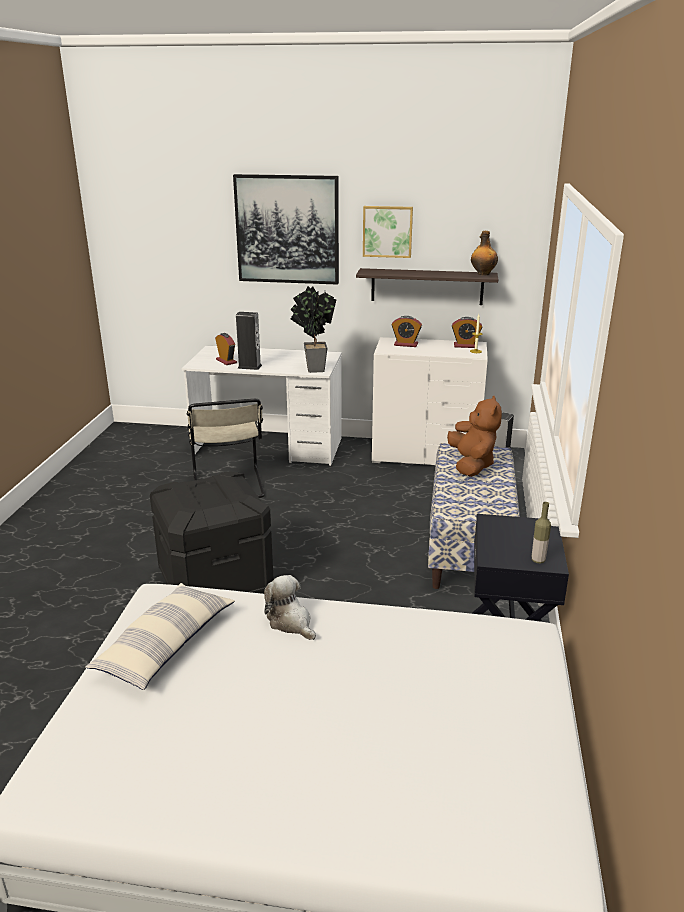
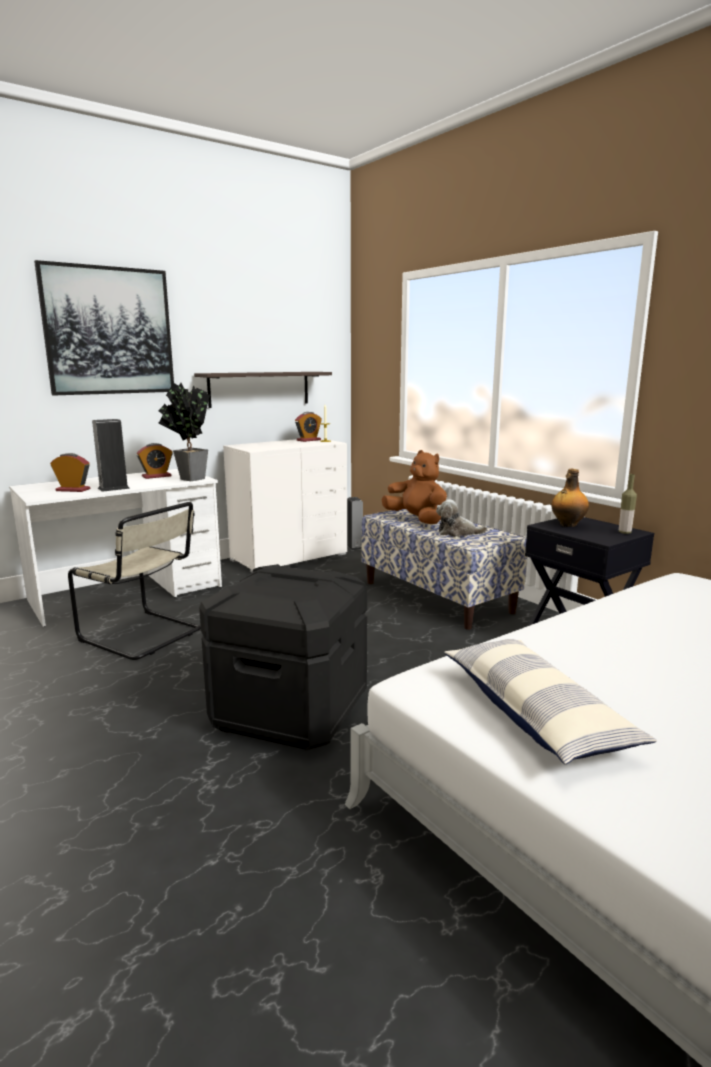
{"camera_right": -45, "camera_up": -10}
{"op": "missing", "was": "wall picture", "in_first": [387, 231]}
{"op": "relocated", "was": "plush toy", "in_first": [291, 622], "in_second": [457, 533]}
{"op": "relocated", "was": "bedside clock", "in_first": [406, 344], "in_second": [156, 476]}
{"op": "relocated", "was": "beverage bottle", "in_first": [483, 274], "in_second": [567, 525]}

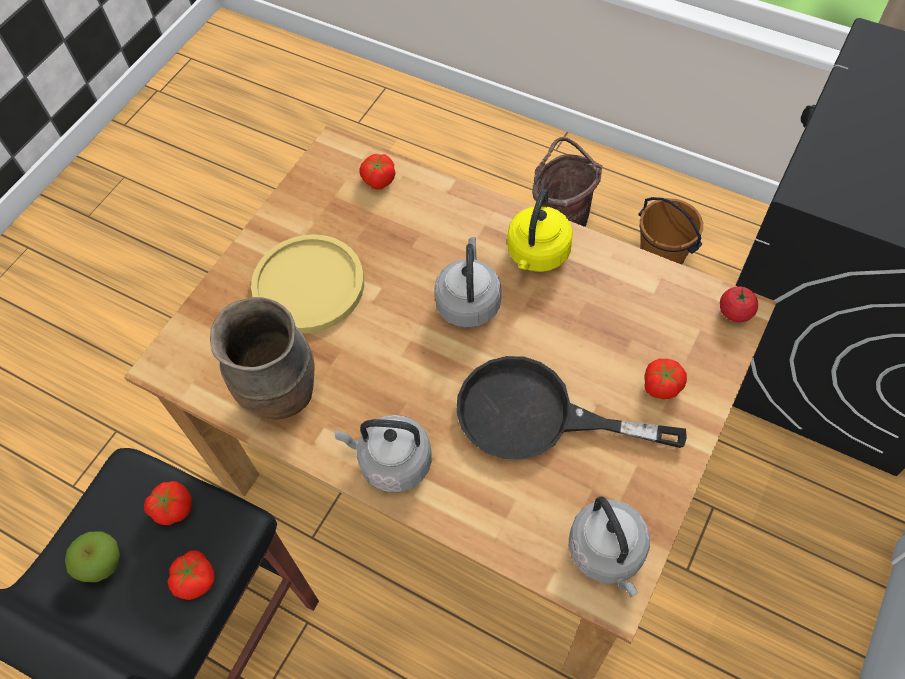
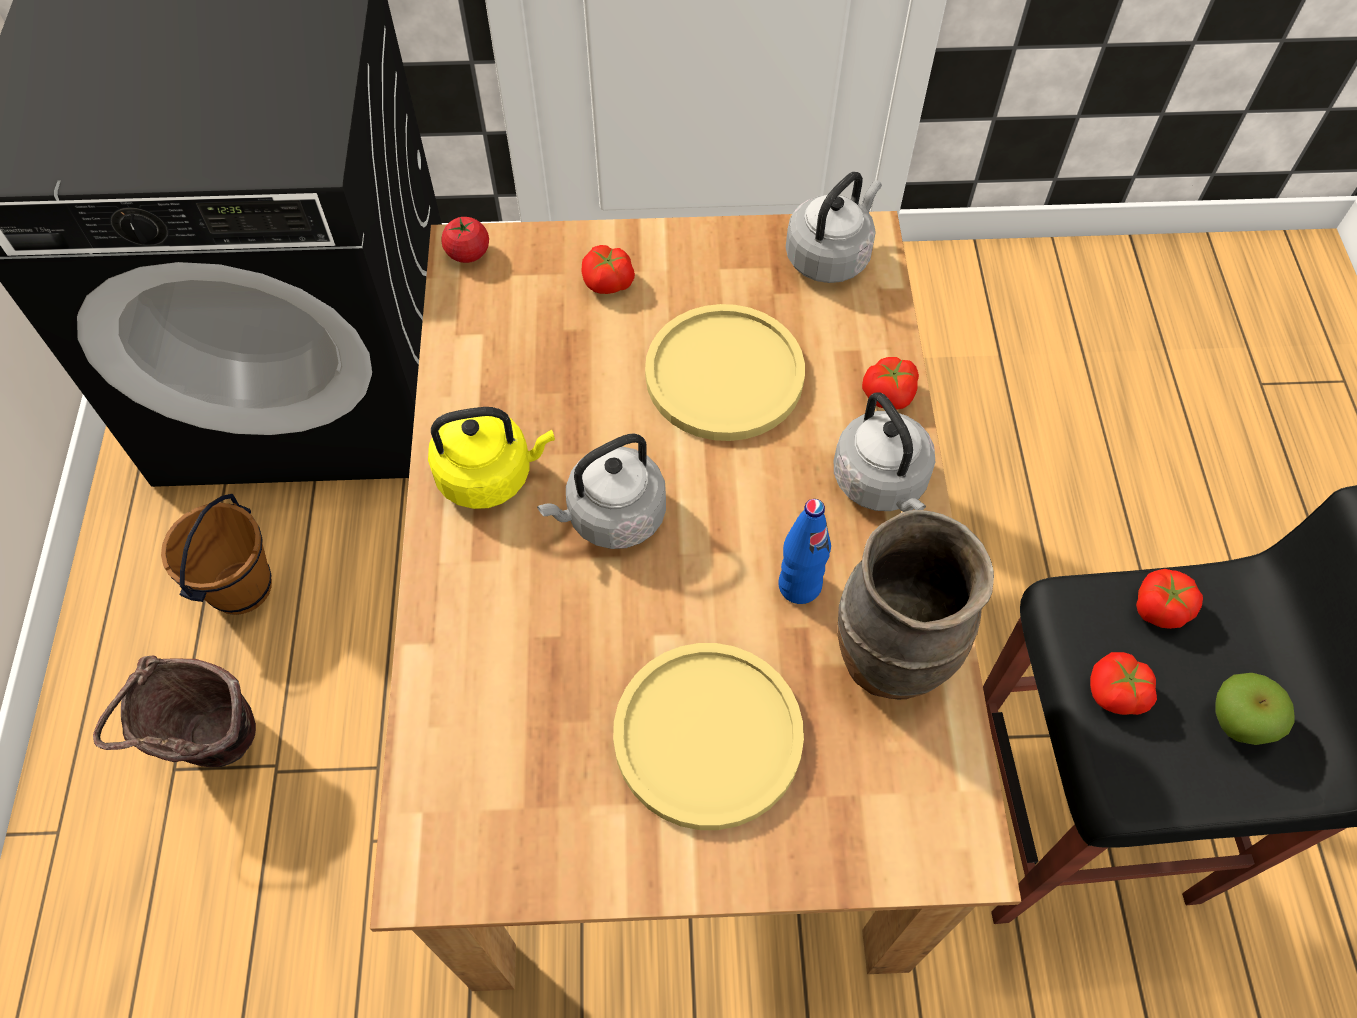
{"camera_right": -125, "camera_up": 0}
{"op": "appeared", "now": "blue beverage bottle", "in_second": [799, 585]}
{"op": "relocated", "was": "fresh tomato", "in_first": [378, 179], "in_second": [889, 395]}
{"op": "exchanged", "was": "blackish frying pan", "now": "yellow plate", "in_first": [536, 416], "in_second": [724, 374]}

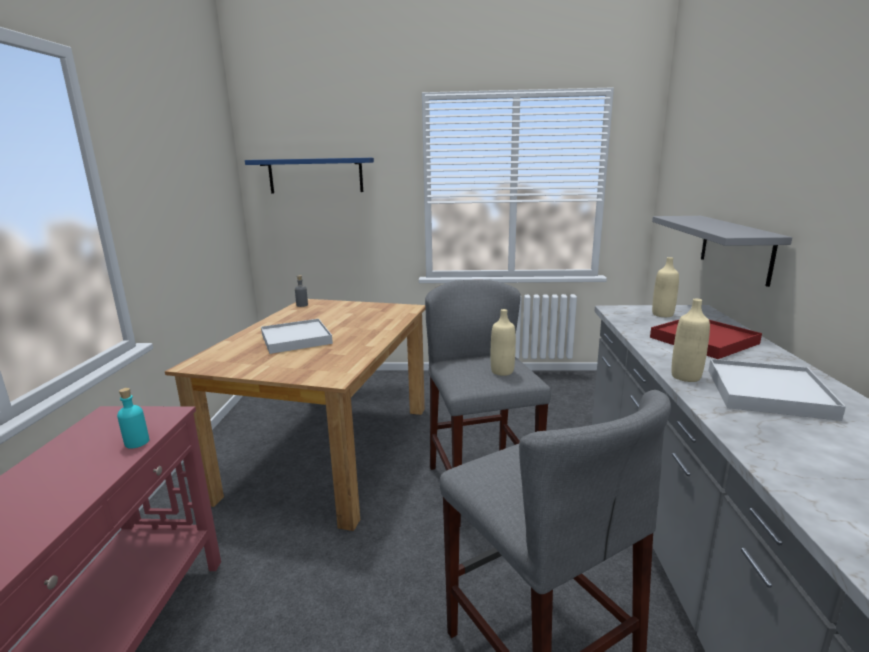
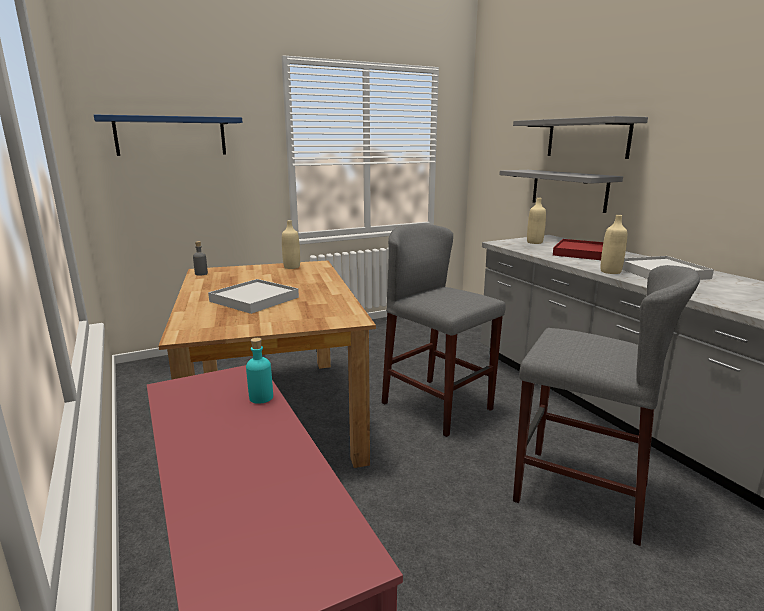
{"camera_right": -30, "camera_up": 0}
{"op": "appeared", "now": "gray shelf", "in_second": [587, 138]}
{"op": "relocated", "was": "beige-coloured beverage bottle", "in_first": [502, 371], "in_second": [291, 267]}

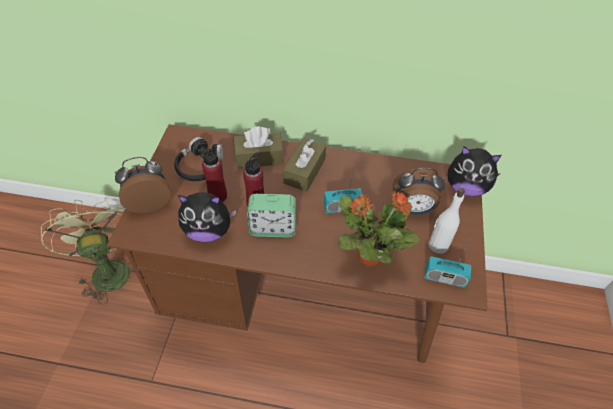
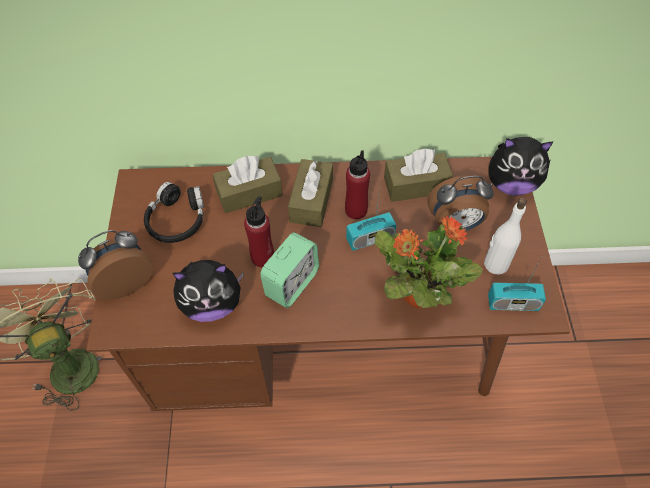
{"camera_right": -10, "camera_up": 5}
{"op": "appeared", "now": "brown-coloured tissue holder", "in_second": [416, 185]}
{"op": "relocated", "was": "reddish beverage bottle", "in_first": [217, 196], "in_second": [356, 210]}
{"op": "spun", "was": "bedside clock", "in_first": [273, 228], "in_second": [292, 283], "clockwise": -45}

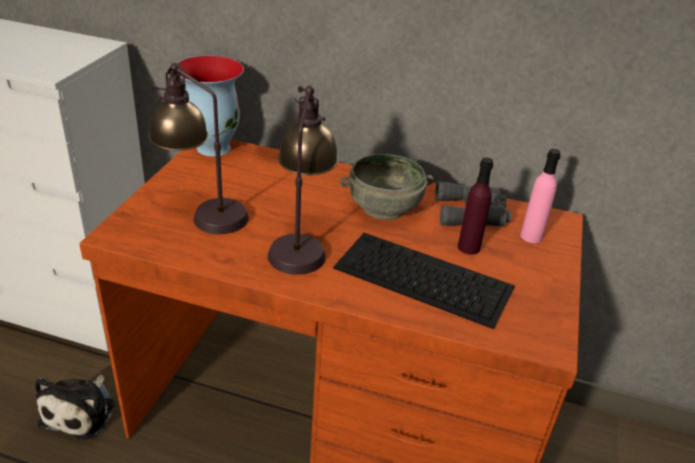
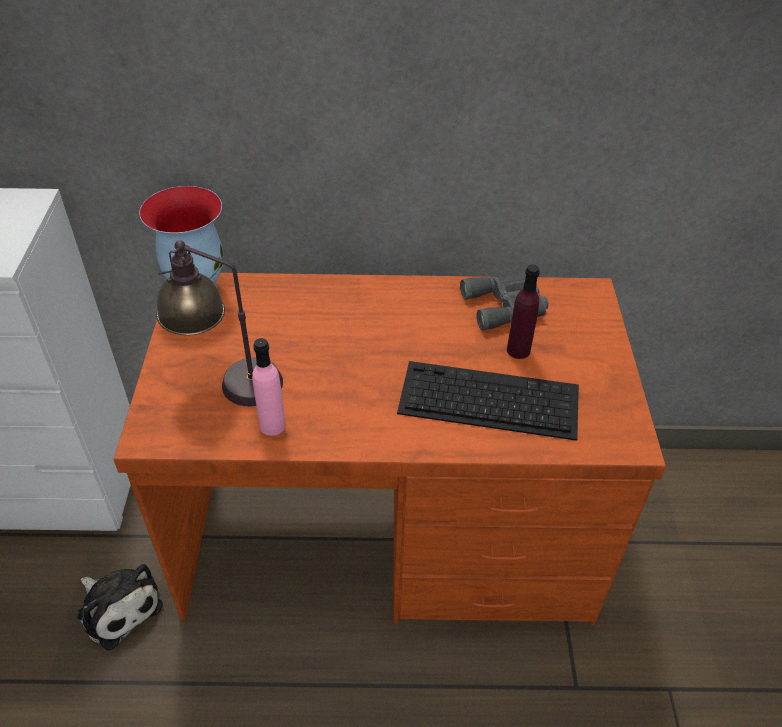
{"camera_right": -15, "camera_up": 10}
{"op": "missing", "was": "table lamp", "in_first": [300, 242]}
{"op": "missing", "was": "gray bowl", "in_first": [384, 209]}
{"op": "relocated", "was": "pink-coloured beverage bottle", "in_first": [531, 236], "in_second": [272, 425]}
{"op": "spun", "was": "plush toy", "in_first": [81, 411], "in_second": [118, 607], "clockwise": -45}

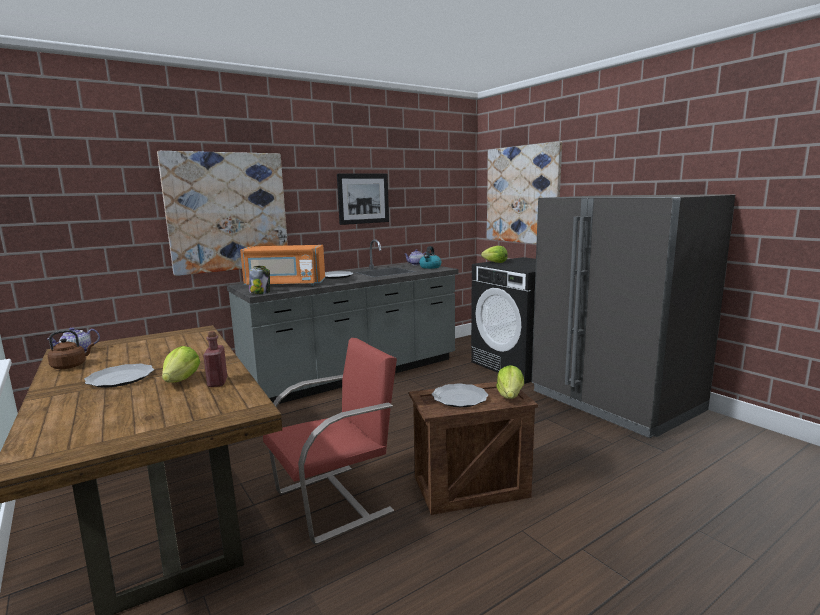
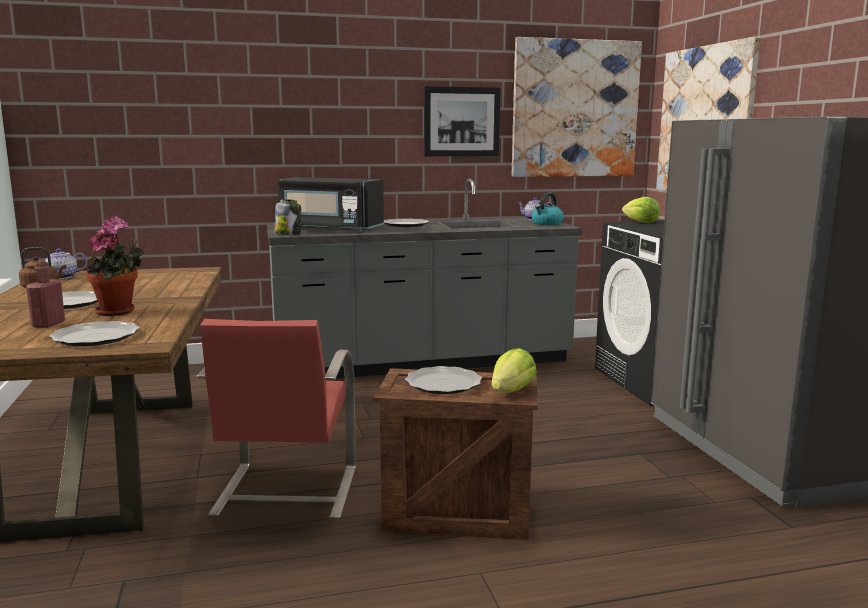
{"camera_right": 20, "camera_up": 0}
{"op": "appeared", "now": "plate", "in_second": [95, 337]}
{"op": "relocated", "was": "wall picture", "in_first": [228, 212], "in_second": [575, 109]}
{"op": "relocated", "was": "reddish beverage bottle", "in_first": [217, 382], "in_second": [48, 324]}
{"op": "exchanged", "was": "head of lettuce", "now": "potted plant", "in_first": [181, 380], "in_second": [119, 311]}
{"op": "colour", "was": "orange-coloured microwave oven", "now": "blackish microwave oven", "in_first": [285, 284], "in_second": [330, 228]}
{"op": "spun", "was": "reddish plain chair", "in_first": [335, 501], "in_second": [285, 492], "clockwise": 105}

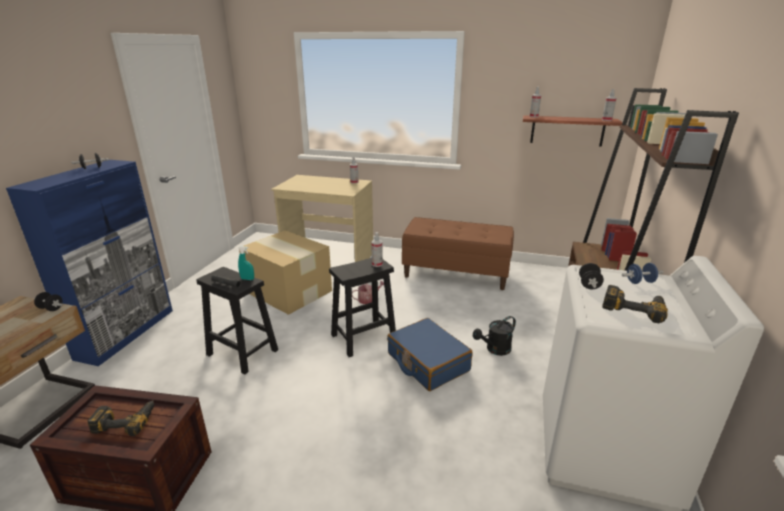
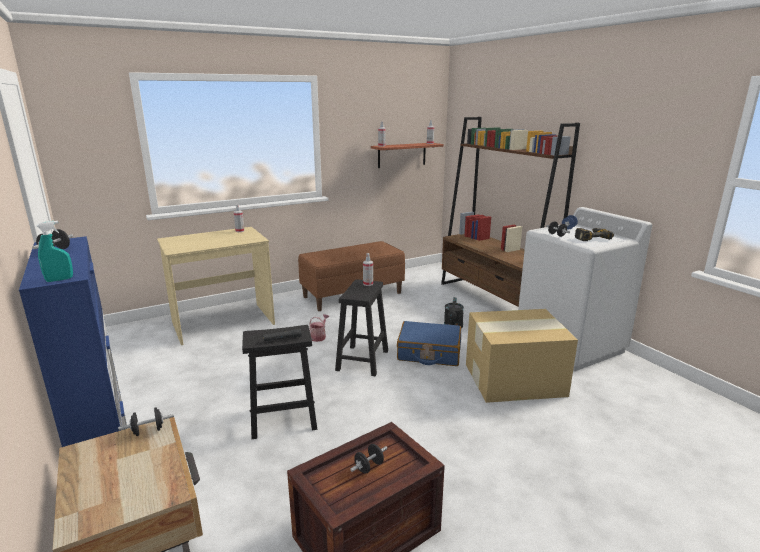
{"camera_right": -45, "camera_up": -5}
{"op": "relocated", "was": "turquoise hand sprayer", "in_first": [247, 279], "in_second": [59, 280]}
{"op": "relocated", "was": "cardboard box", "in_first": [288, 291], "in_second": [512, 379]}
{"op": "exchanged", "was": "drill", "now": "blackish hand weight", "in_first": [126, 420], "in_second": [369, 467]}

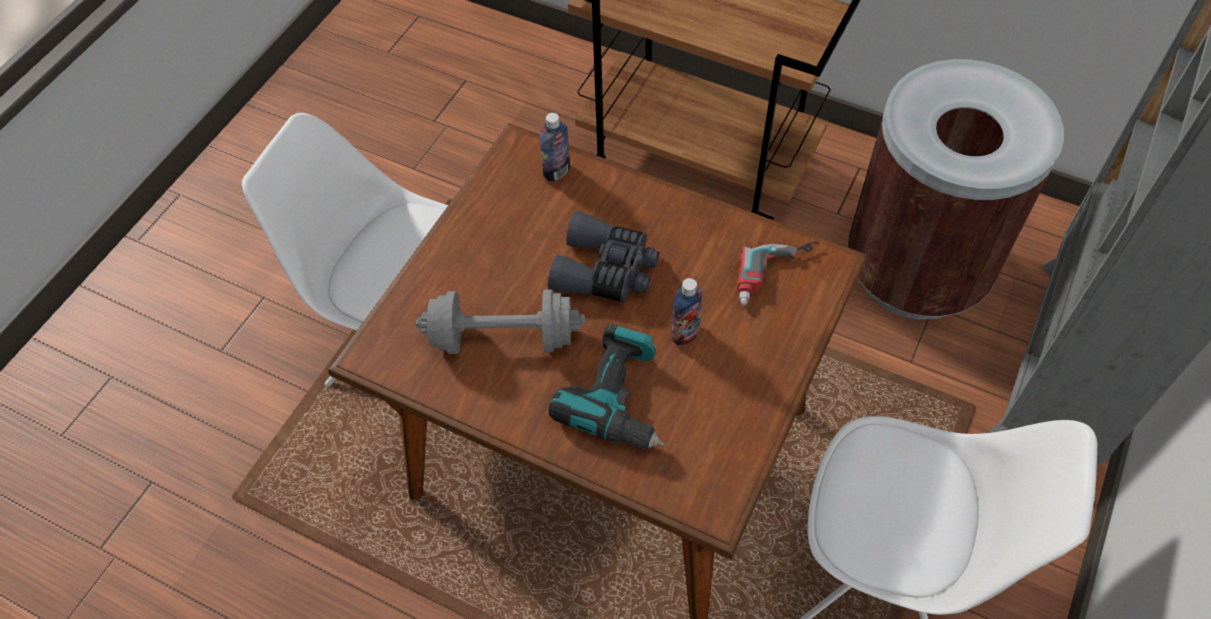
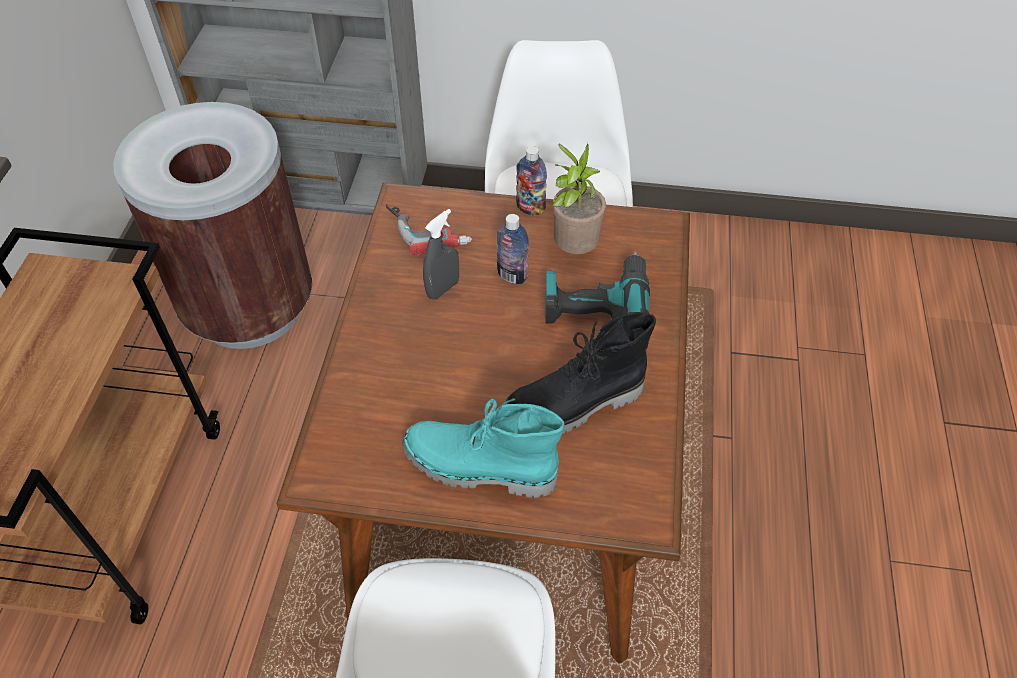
{"camera_right": -110, "camera_up": -5}
{"op": "missing", "was": "gray pair of binoculars", "in_first": [606, 271]}
{"op": "appeared", "now": "turquoise boot", "in_second": [478, 469]}
{"op": "appeared", "now": "gray hand sprayer", "in_second": [443, 289]}
{"op": "appeared", "now": "potted plant", "in_second": [573, 249]}
{"op": "relocated", "was": "beverage bottle", "in_first": [557, 172], "in_second": [530, 208]}
{"op": "exchanged", "was": "gray hand weight", "now": "blackish boot", "in_first": [503, 338], "in_second": [574, 406]}

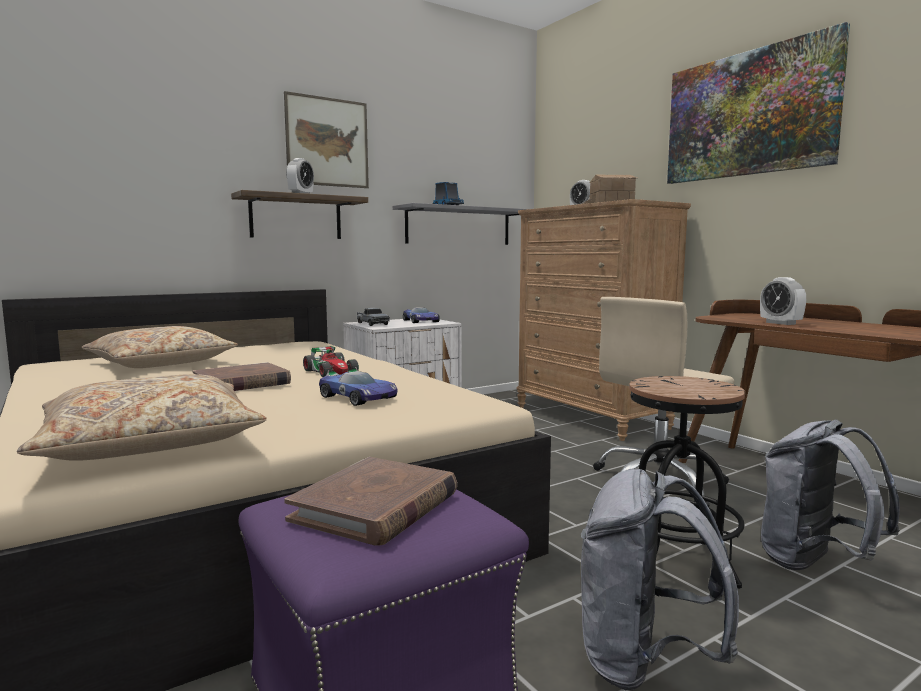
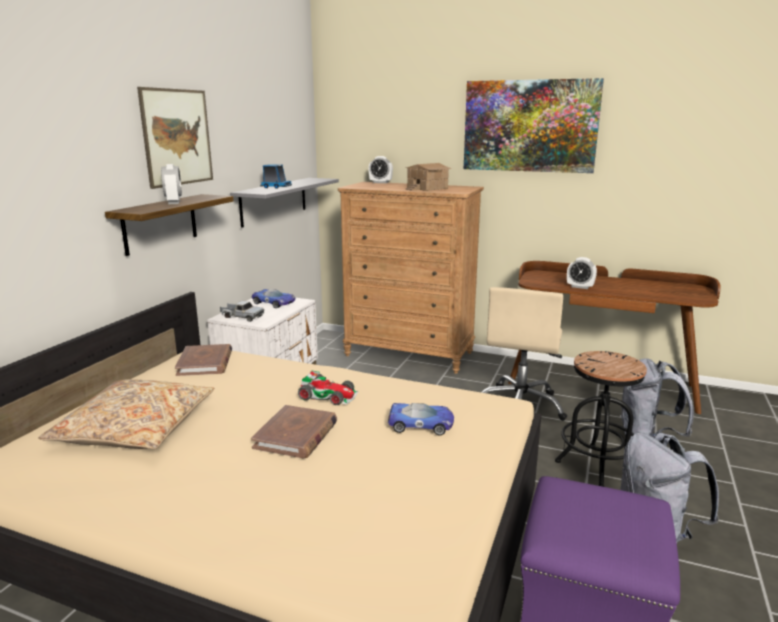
{"camera_right": -35, "camera_up": 10}
{"op": "missing", "was": "beige-coloured cushion", "in_first": [150, 441]}
{"op": "relocated", "was": "brown-coloured bound book", "in_first": [376, 506], "in_second": [205, 363]}

